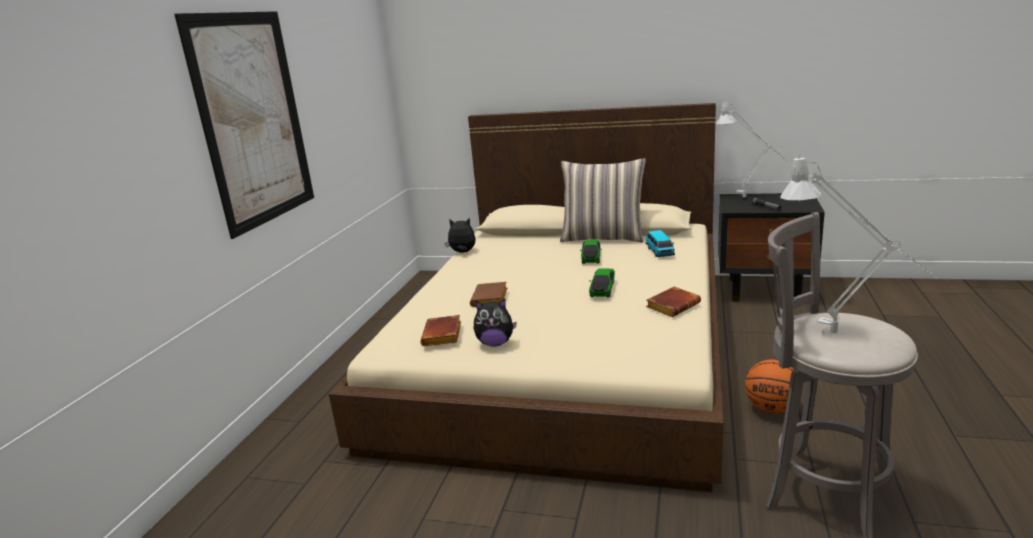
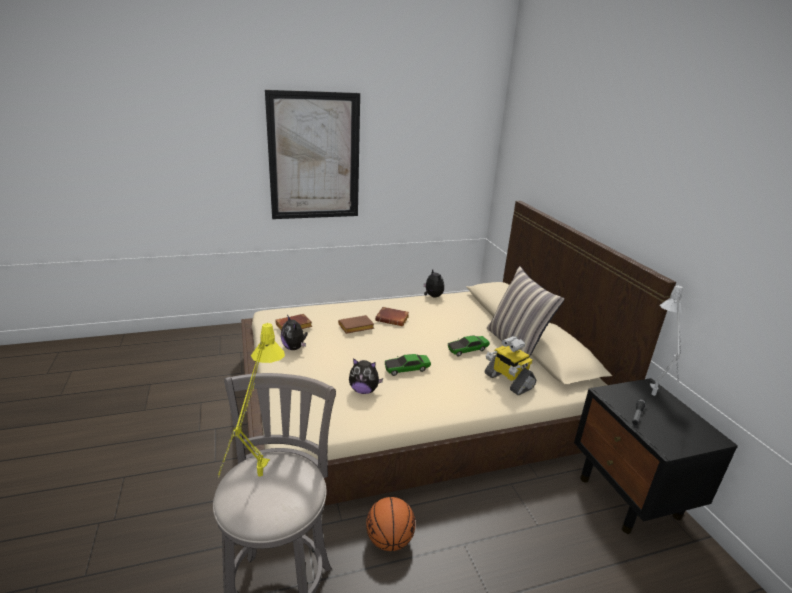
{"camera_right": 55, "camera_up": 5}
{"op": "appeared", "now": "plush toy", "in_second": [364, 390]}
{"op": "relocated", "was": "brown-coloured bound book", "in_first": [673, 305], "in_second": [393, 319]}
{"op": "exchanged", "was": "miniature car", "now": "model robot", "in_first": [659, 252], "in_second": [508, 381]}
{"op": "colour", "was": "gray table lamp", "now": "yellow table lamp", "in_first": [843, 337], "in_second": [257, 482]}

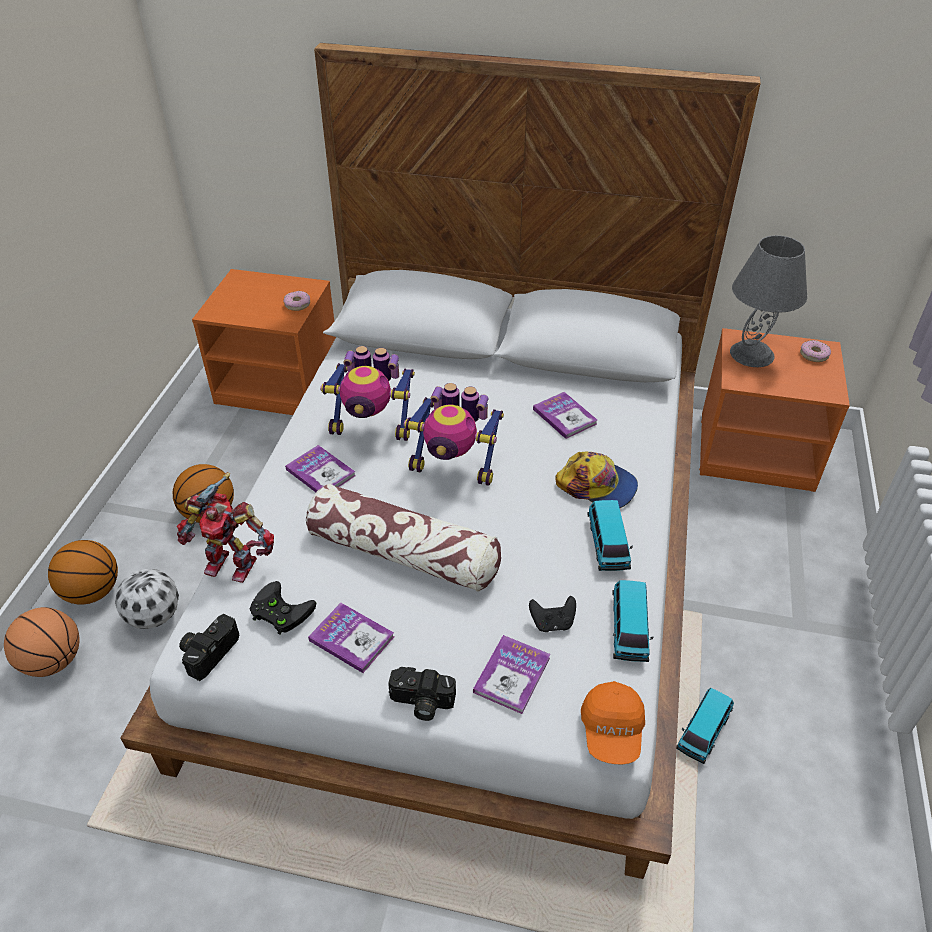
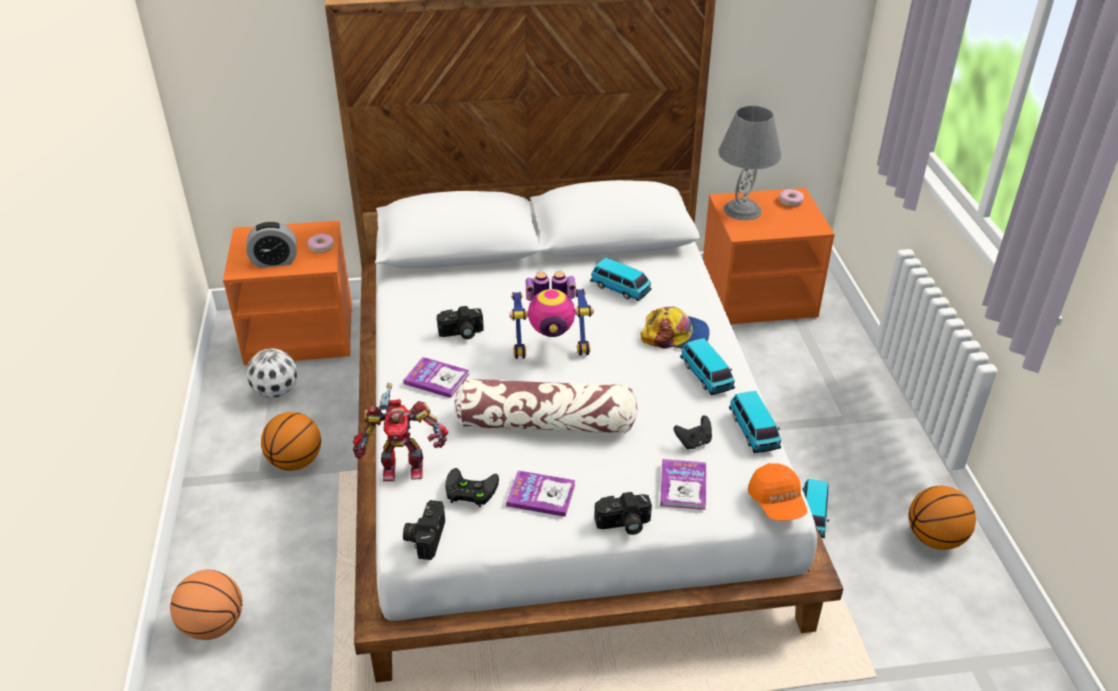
{"camera_right": -20, "camera_up": -5}
{"op": "appeared", "now": "bedside clock", "in_second": [274, 261]}
{"op": "relocated", "was": "basketball", "in_first": [92, 592], "in_second": [935, 538]}
{"op": "relocated", "was": "football ball", "in_first": [153, 616], "in_second": [275, 391]}
{"op": "exchanged", "was": "model robot", "now": "photo camera", "in_first": [372, 428], "in_second": [461, 333]}
{"op": "exchanged", "was": "bound book", "now": "miniature car", "in_first": [564, 416], "in_second": [620, 289]}

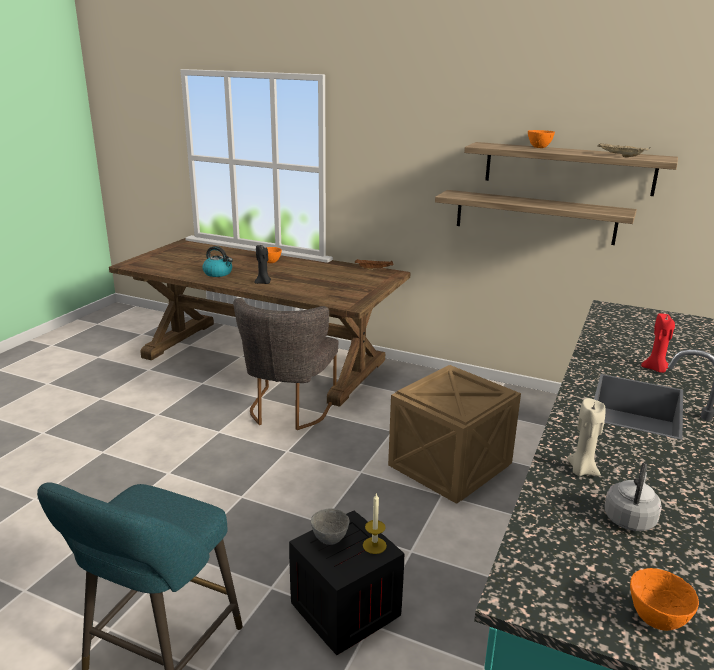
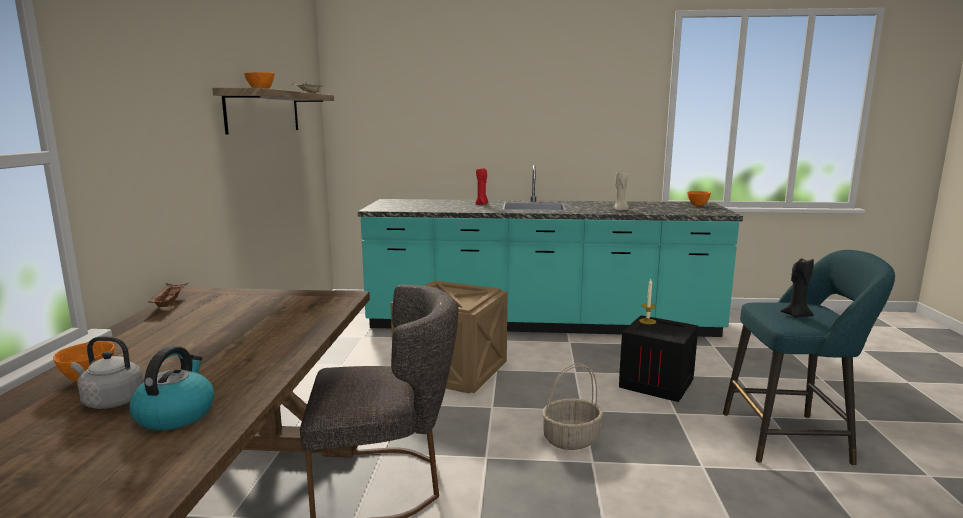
{"camera_right": -110, "camera_up": -10}
{"op": "missing", "was": "gray bowl", "in_first": [329, 539]}
{"op": "missing", "was": "shelf", "in_first": [534, 217]}
{"op": "appeared", "now": "household basket", "in_second": [571, 439]}
{"op": "relocated", "was": "blackish candle", "in_first": [263, 283], "in_second": [796, 315]}
{"op": "relocated", "was": "gray water kettle", "in_first": [630, 518], "in_second": [110, 401]}

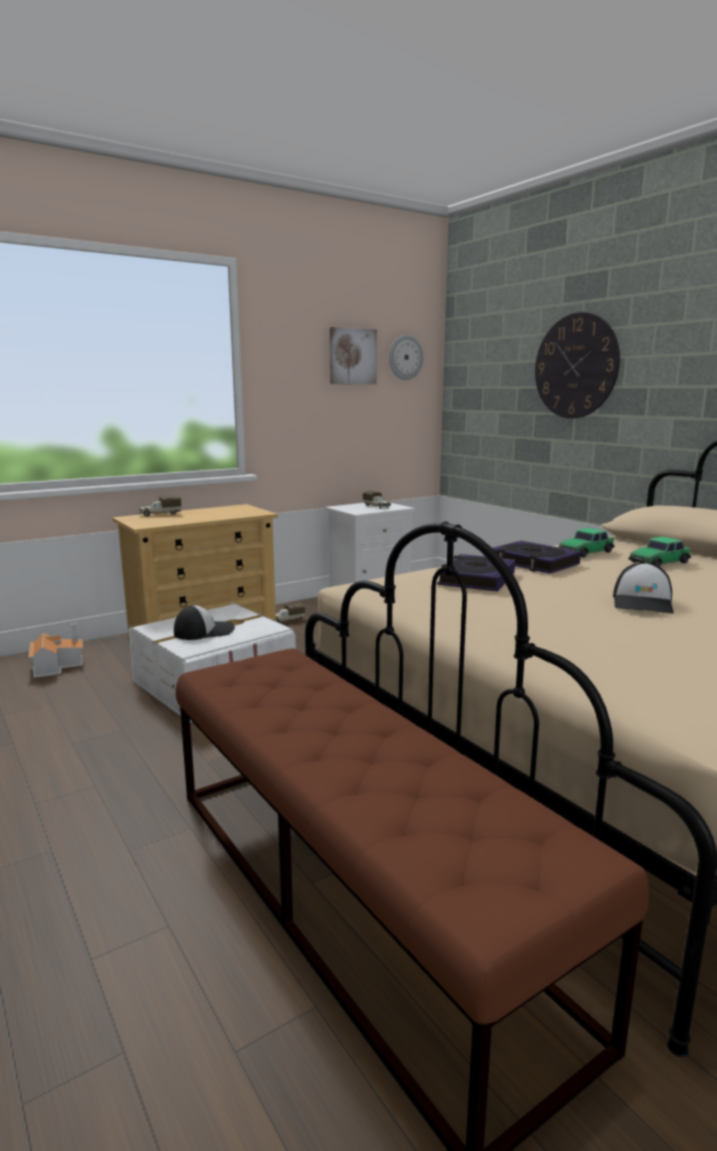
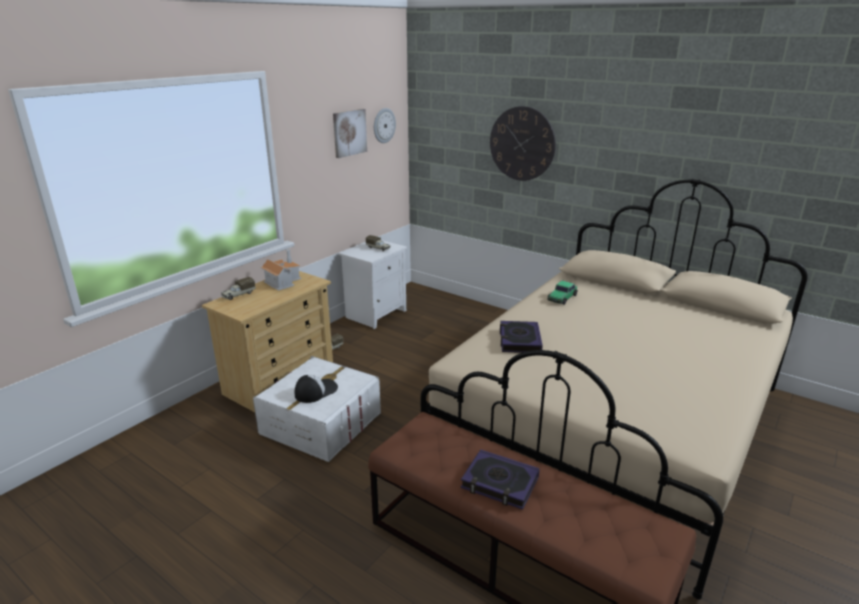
{"camera_right": -20, "camera_up": 10}
{"op": "missing", "was": "peaked cap", "in_first": [643, 603]}
{"op": "missing", "was": "miniature car", "in_first": [658, 562]}
{"op": "relocated", "was": "model house", "in_first": [56, 665], "in_second": [282, 281]}
{"op": "relocated", "was": "bound book", "in_first": [533, 563], "in_second": [499, 483]}

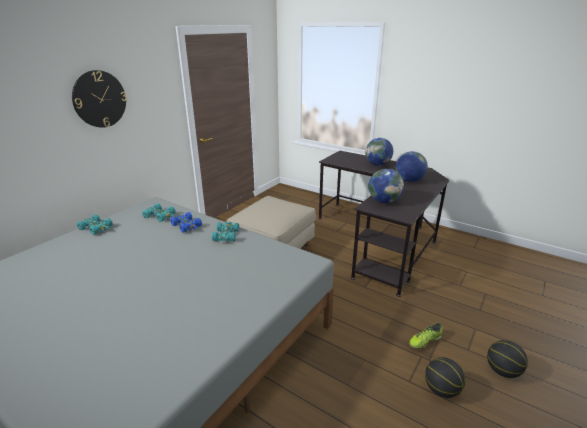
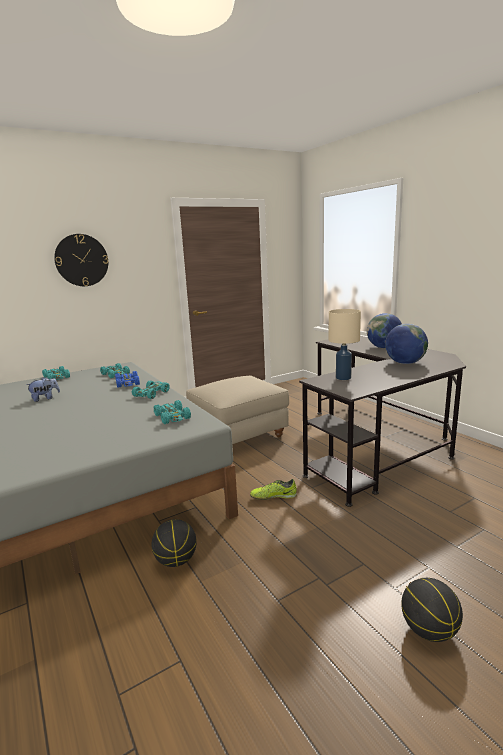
{"camera_right": 25, "camera_up": -10}
{"op": "appeared", "now": "plush toy", "in_second": [45, 398]}
{"op": "appeared", "now": "turquoise miniature car", "in_second": [173, 417]}
{"op": "relocated", "was": "shoe", "in_first": [424, 341], "in_second": [273, 496]}
{"op": "relocated", "was": "basketball", "in_first": [441, 390], "in_second": [176, 561]}
{"op": "exchanged", "was": "world globe", "now": "beige-coloured table lamp", "in_first": [384, 201], "in_second": [343, 378]}

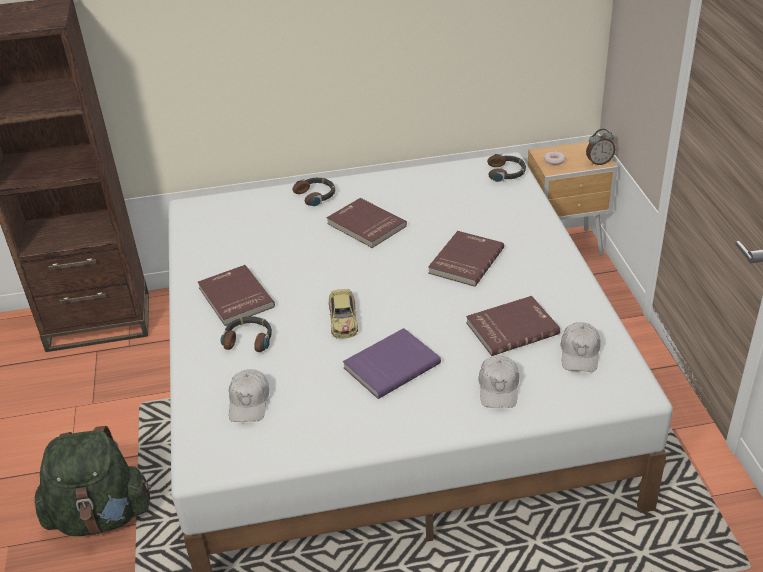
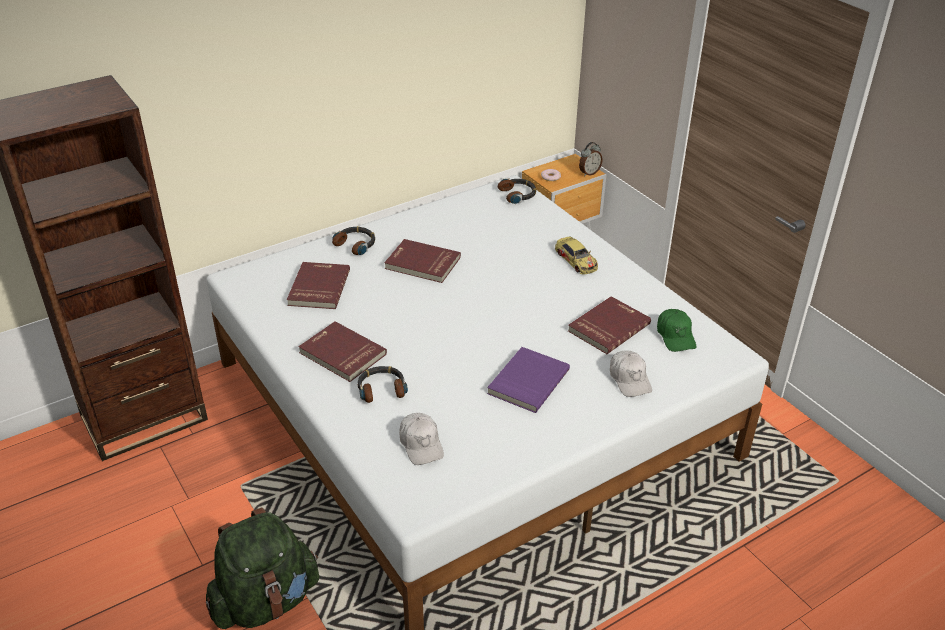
{"camera_right": -25, "camera_up": 0}
{"op": "relocated", "was": "miniature car", "in_first": [343, 318], "in_second": [576, 260]}
{"op": "relocated", "was": "reddish bound book", "in_first": [464, 260], "in_second": [317, 288]}
{"op": "colour", "was": "white peaked cap", "now": "green peaked cap", "in_first": [580, 353], "in_second": [675, 336]}

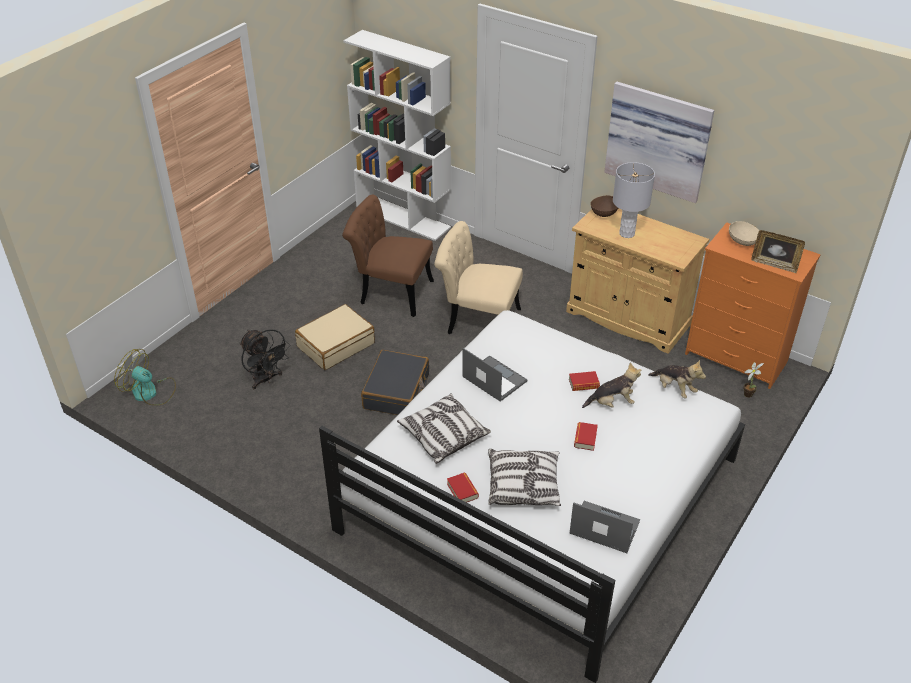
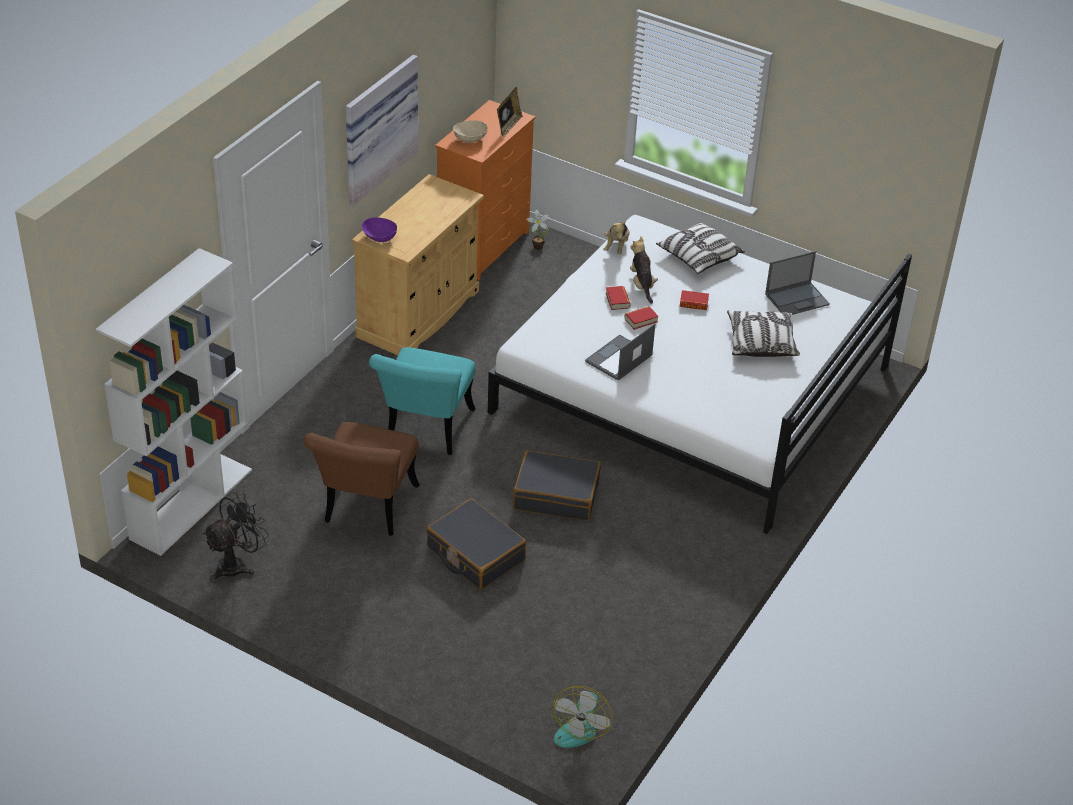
{"camera_right": -95, "camera_up": 0}
{"op": "missing", "was": "gray table lamp", "in_first": [626, 233]}
{"op": "relocated", "was": "blackish electric fan", "in_first": [266, 379], "in_second": [237, 564]}
{"op": "relocated", "was": "cushion", "in_first": [443, 436], "in_second": [698, 257]}
{"op": "relocated", "was": "bound book", "in_first": [462, 491], "in_second": [641, 320]}
{"op": "colour", "was": "beige-coloured piece of luggage", "now": "blackish piece of luggage", "in_first": [335, 345], "in_second": [475, 554]}
{"op": "colour", "was": "beige-coloured plain chair", "now": "turquoise plain chair", "in_first": [477, 321], "in_second": [425, 431]}
{"op": "colour", "was": "brown-coloured bowl", "now": "purple-coloured bowl", "in_first": [604, 213], "in_second": [379, 238]}
{"op": "spun", "was": "laptop", "in_first": [603, 527], "in_second": [797, 299], "clockwise": -135}
{"op": "spun", "was": "plush toy", "in_first": [674, 389], "in_second": [616, 246], "clockwise": 150}

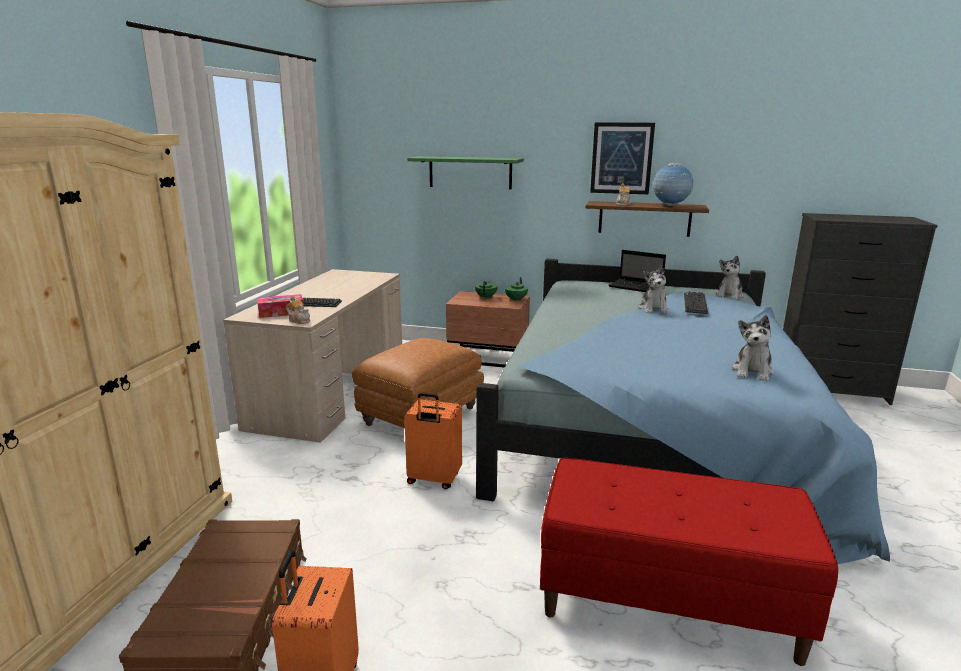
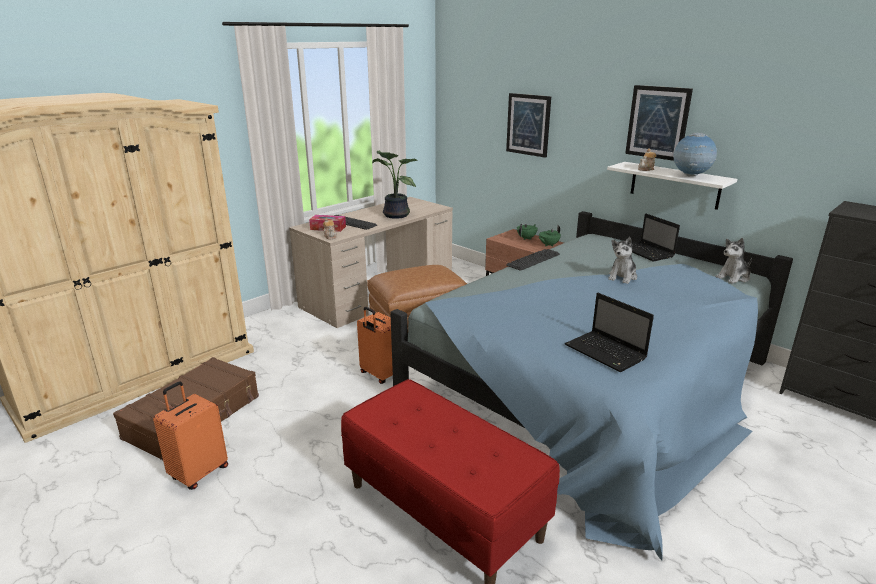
{"camera_right": 30, "camera_up": 5}
{"op": "appeared", "now": "potted plant", "in_second": [394, 215]}
{"op": "relocated", "was": "PC keyboard", "in_first": [695, 303], "in_second": [533, 260]}
{"op": "exchanged", "was": "green shelf", "now": "wall picture", "in_first": [470, 172], "in_second": [528, 124]}
{"op": "exchanged", "was": "plush toy", "now": "laptop", "in_first": [752, 372], "in_second": [606, 353]}
{"op": "colour", "was": "brown-coloured shelf", "now": "white shelf", "in_first": [644, 218], "in_second": [674, 185]}

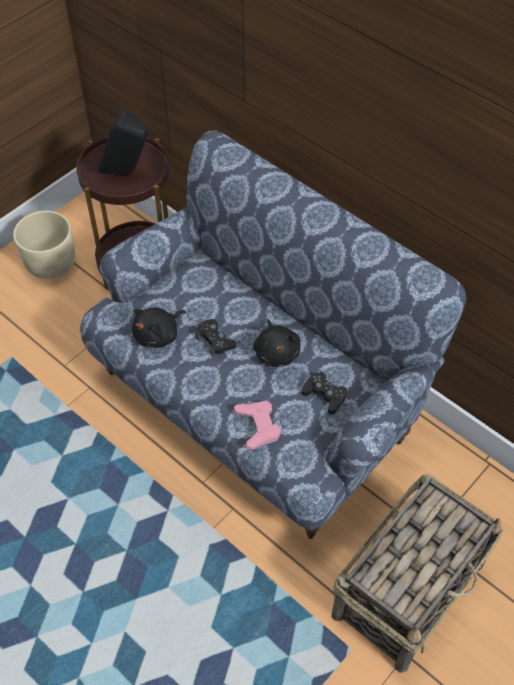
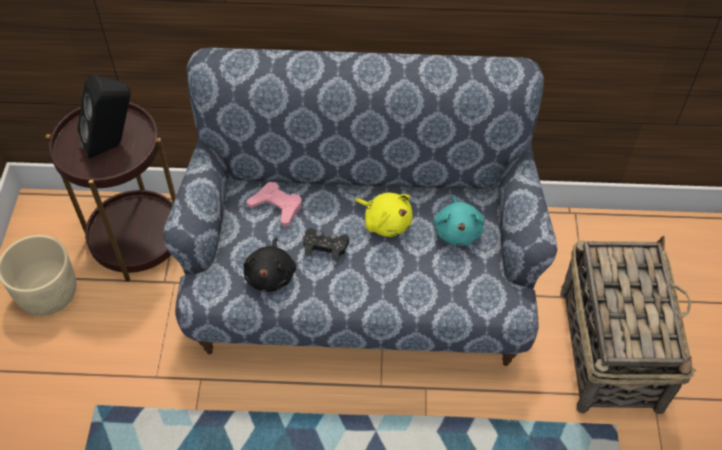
{"camera_right": -40, "camera_up": 0}
{"op": "relocated", "was": "pink-coloured joypad", "in_first": [258, 426], "in_second": [276, 206]}
{"op": "exchanged", "was": "blackish joypad", "now": "turquoise plush toy", "in_first": [324, 395], "in_second": [458, 230]}
{"op": "colour", "was": "blackish plush toy", "now": "yellow plush toy", "in_first": [276, 352], "in_second": [385, 222]}

